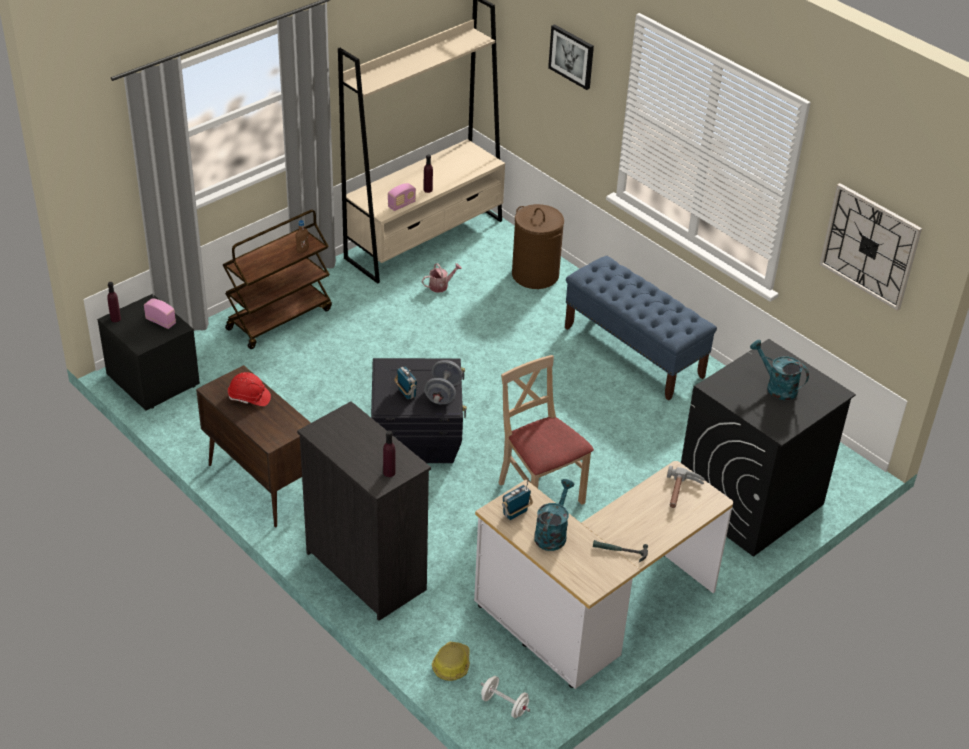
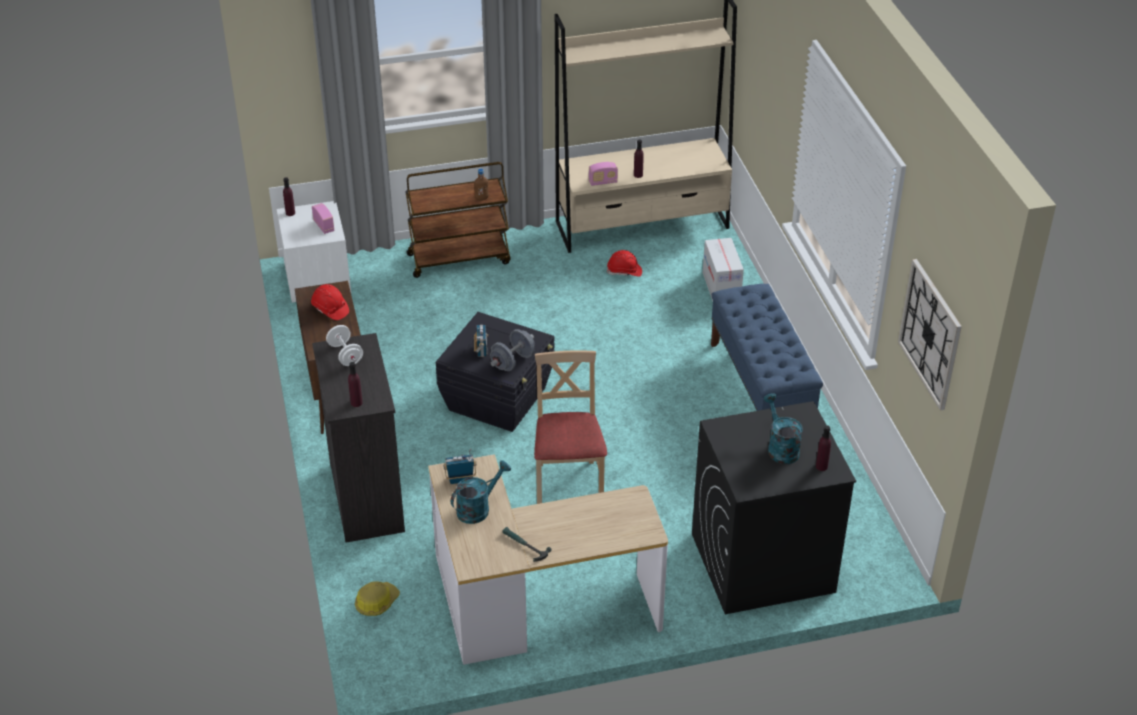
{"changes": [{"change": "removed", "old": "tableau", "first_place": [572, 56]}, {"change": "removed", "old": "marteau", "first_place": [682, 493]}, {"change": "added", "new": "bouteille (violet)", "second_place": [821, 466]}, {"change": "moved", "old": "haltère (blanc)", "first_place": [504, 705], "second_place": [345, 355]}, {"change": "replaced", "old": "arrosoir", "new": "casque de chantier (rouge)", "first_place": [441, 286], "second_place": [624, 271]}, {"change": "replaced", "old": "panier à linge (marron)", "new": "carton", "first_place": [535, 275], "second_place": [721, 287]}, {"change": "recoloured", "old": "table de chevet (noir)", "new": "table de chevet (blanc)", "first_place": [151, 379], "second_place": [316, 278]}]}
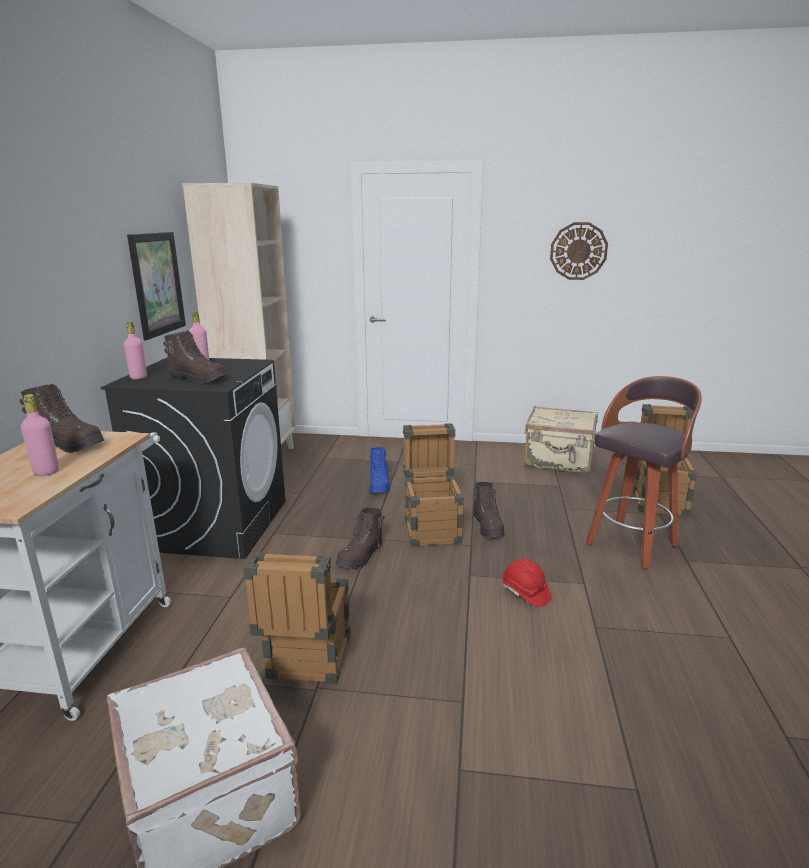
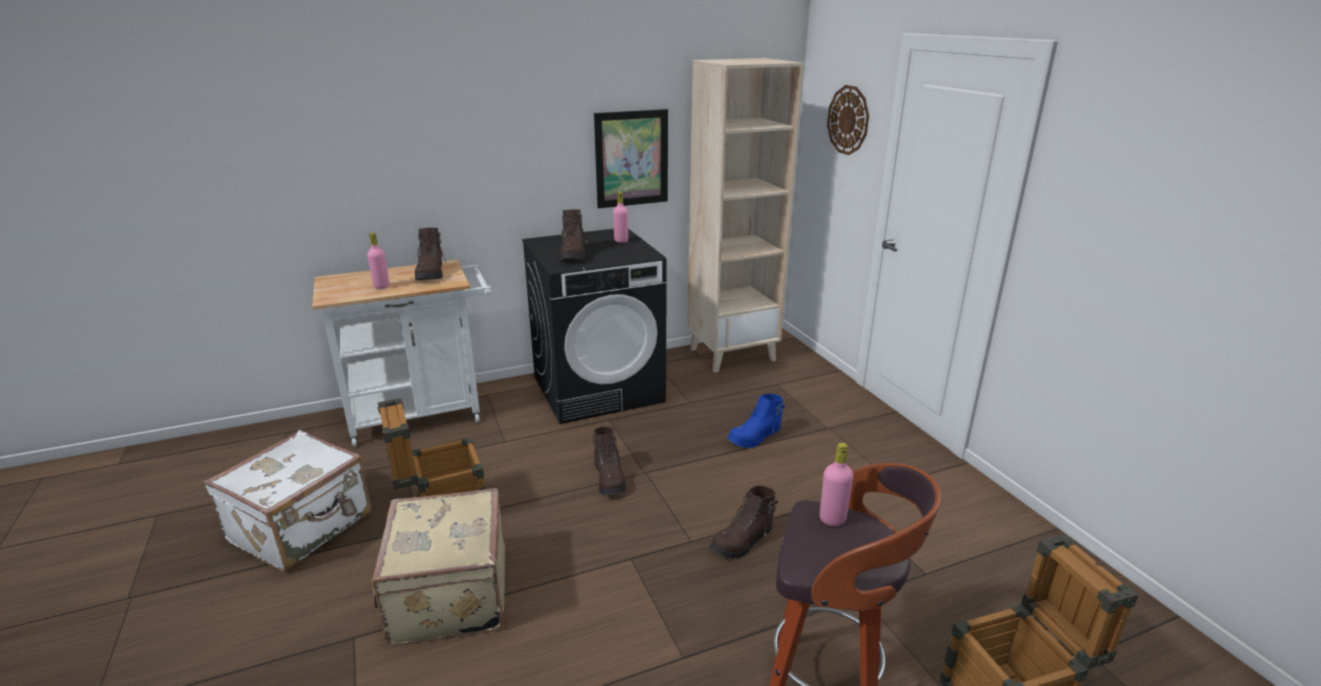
{"changes": [{"change": "removed", "old": "caisse", "first_place": [432, 528]}, {"change": "removed", "old": "casque de chantier (rouge)", "first_place": [525, 593]}, {"change": "moved", "old": "bouteille (rose)", "first_place": [138, 377], "second_place": [832, 519]}, {"change": "moved", "old": "valise (beige)", "first_place": [559, 461], "second_place": [447, 596]}, {"change": "moved", "old": "horloge murale", "first_place": [578, 251], "second_place": [848, 120]}, {"change": "turned", "old": "botte (marron)", "first_place": [361, 556], "second_place": [609, 479], "degrees": -105}]}
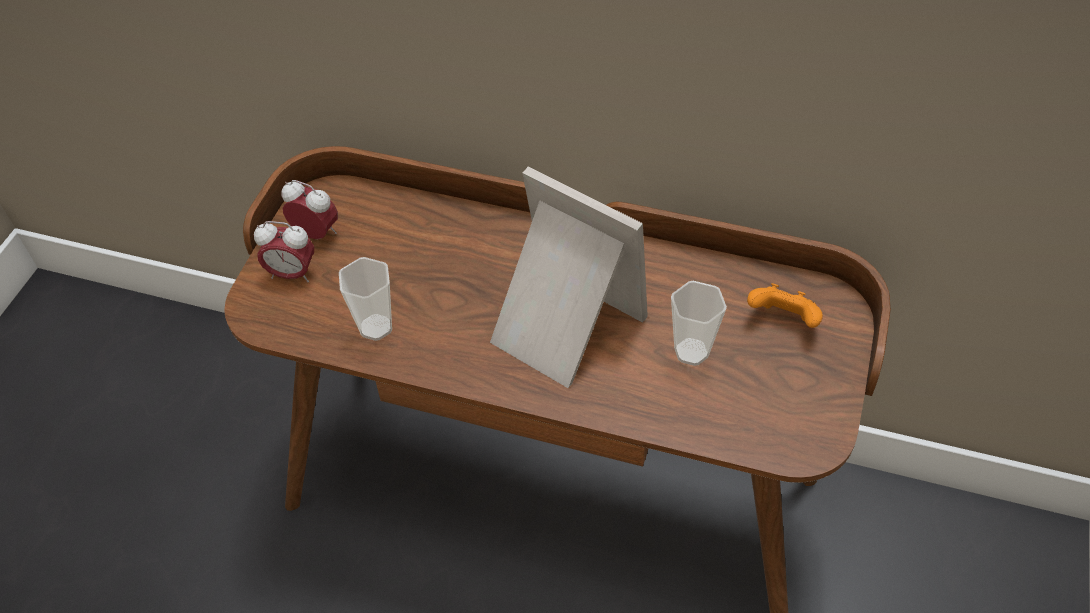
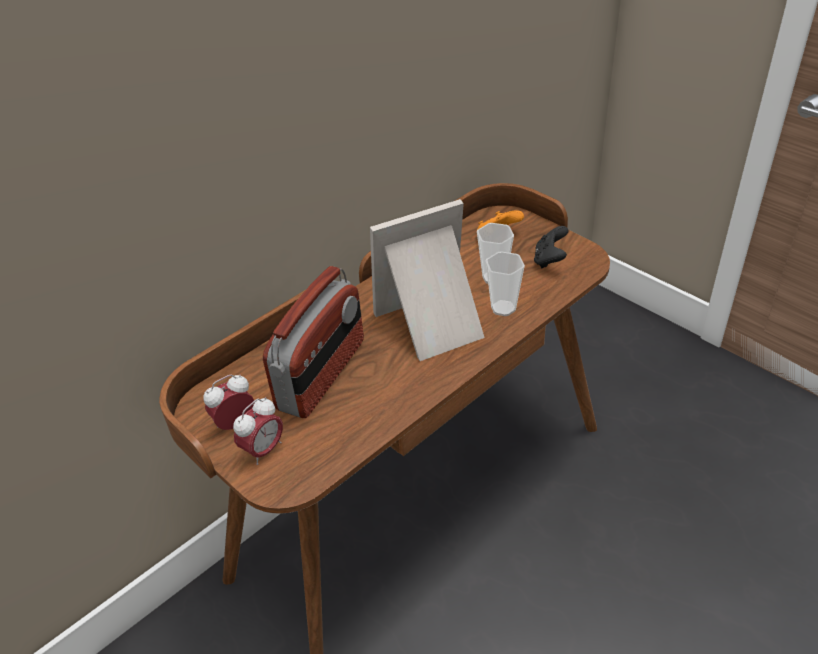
{"changes": [{"change": "added", "new": "radio", "second_place": [322, 375]}, {"change": "added", "new": "manette (noir)", "second_place": [550, 260]}, {"change": "moved", "old": "tasse", "first_place": [376, 327], "second_place": [503, 308]}]}
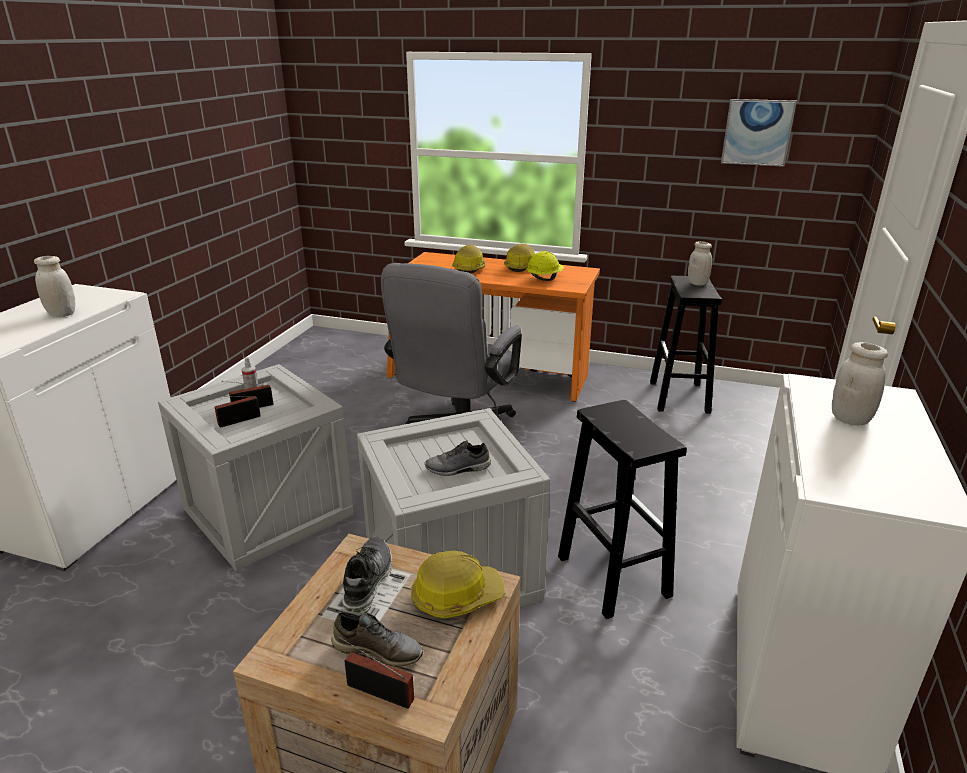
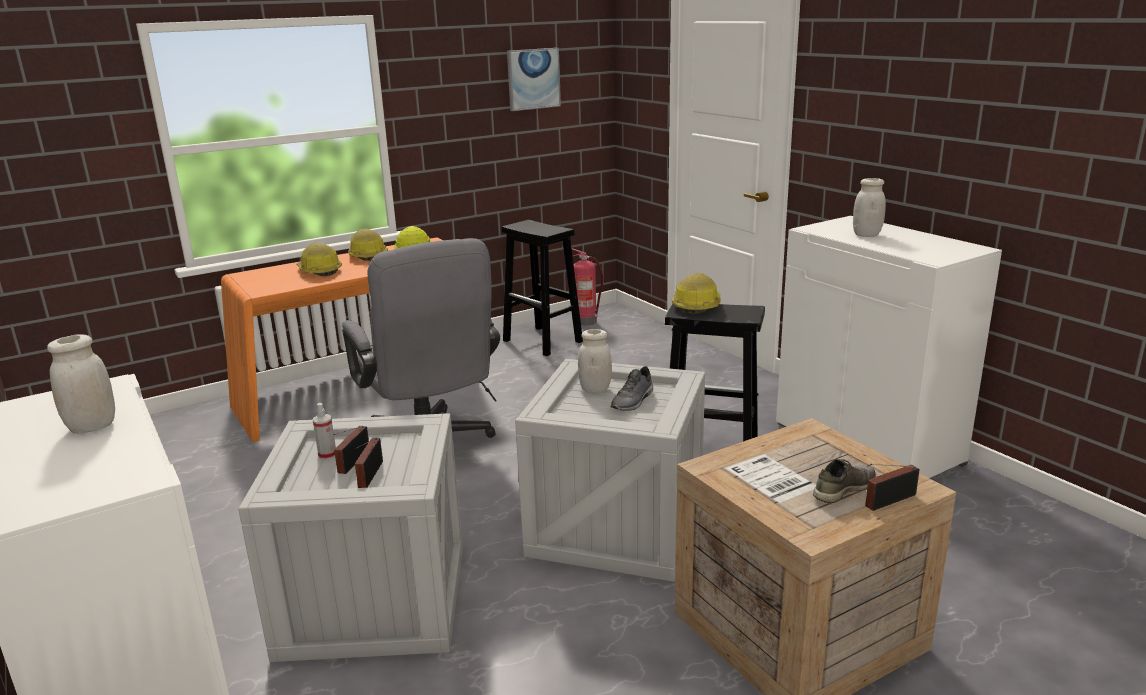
{"changes": [{"change": "removed", "old": "chaussure", "first_place": [367, 581]}, {"change": "added", "new": "extincteur", "second_place": [586, 321]}, {"change": "moved", "old": "casque de chantier", "first_place": [456, 596], "second_place": [697, 305]}, {"change": "moved", "old": "bocal (blanc)", "first_place": [697, 283], "second_place": [595, 389]}]}
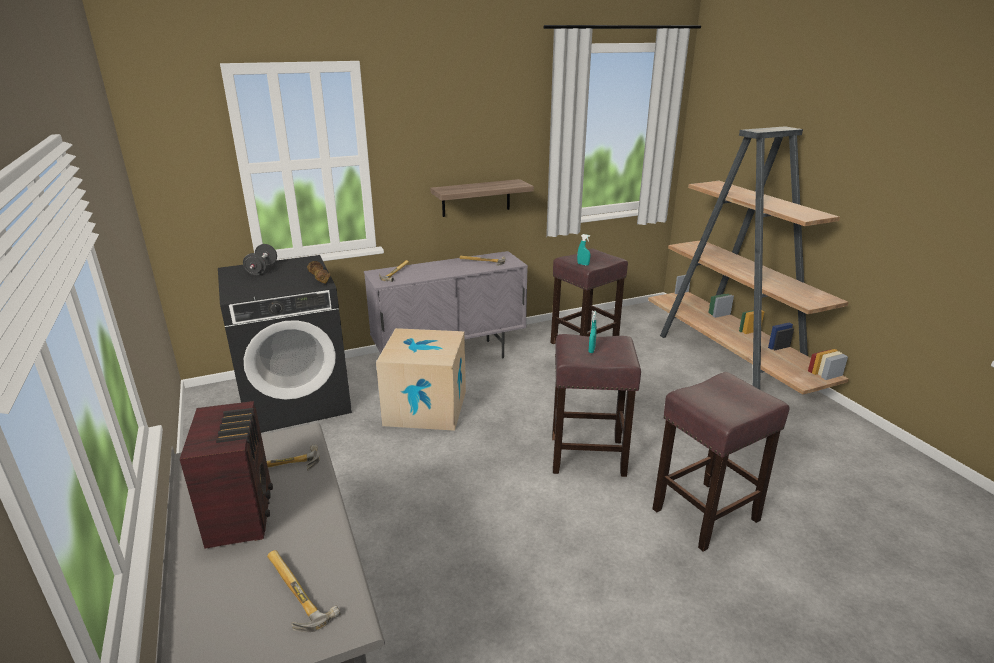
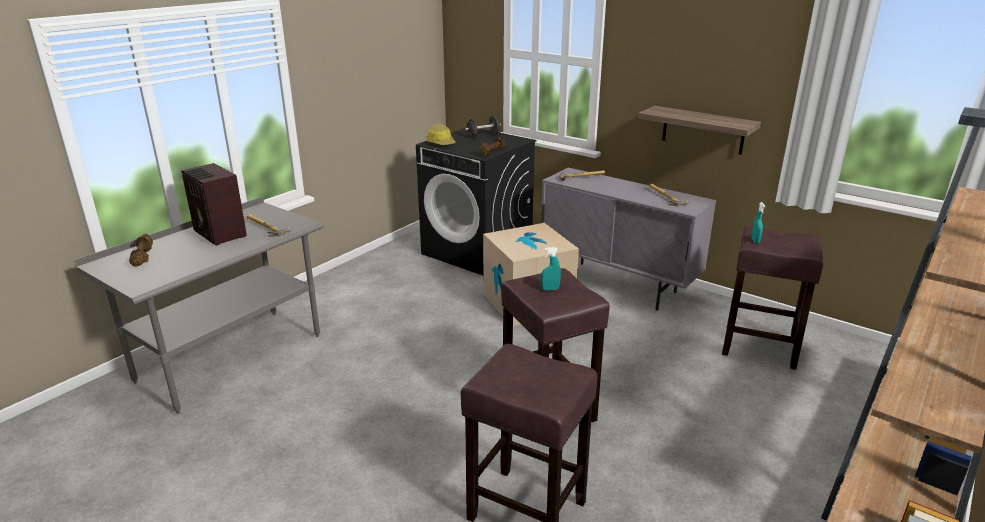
{"changes": [{"change": "removed", "old": "marteau", "first_place": [292, 596]}, {"change": "added", "new": "haltère (marron)", "second_place": [143, 257]}, {"change": "added", "new": "casque de chantier", "second_place": [441, 143]}, {"change": "turned", "old": "radio", "first_place": [242, 513], "second_place": [219, 234], "degrees": 90}]}
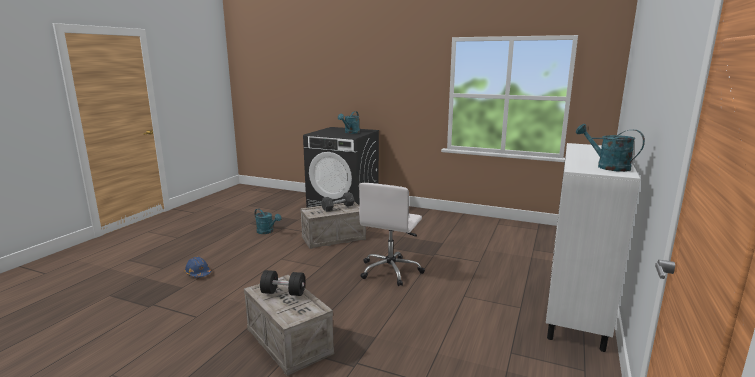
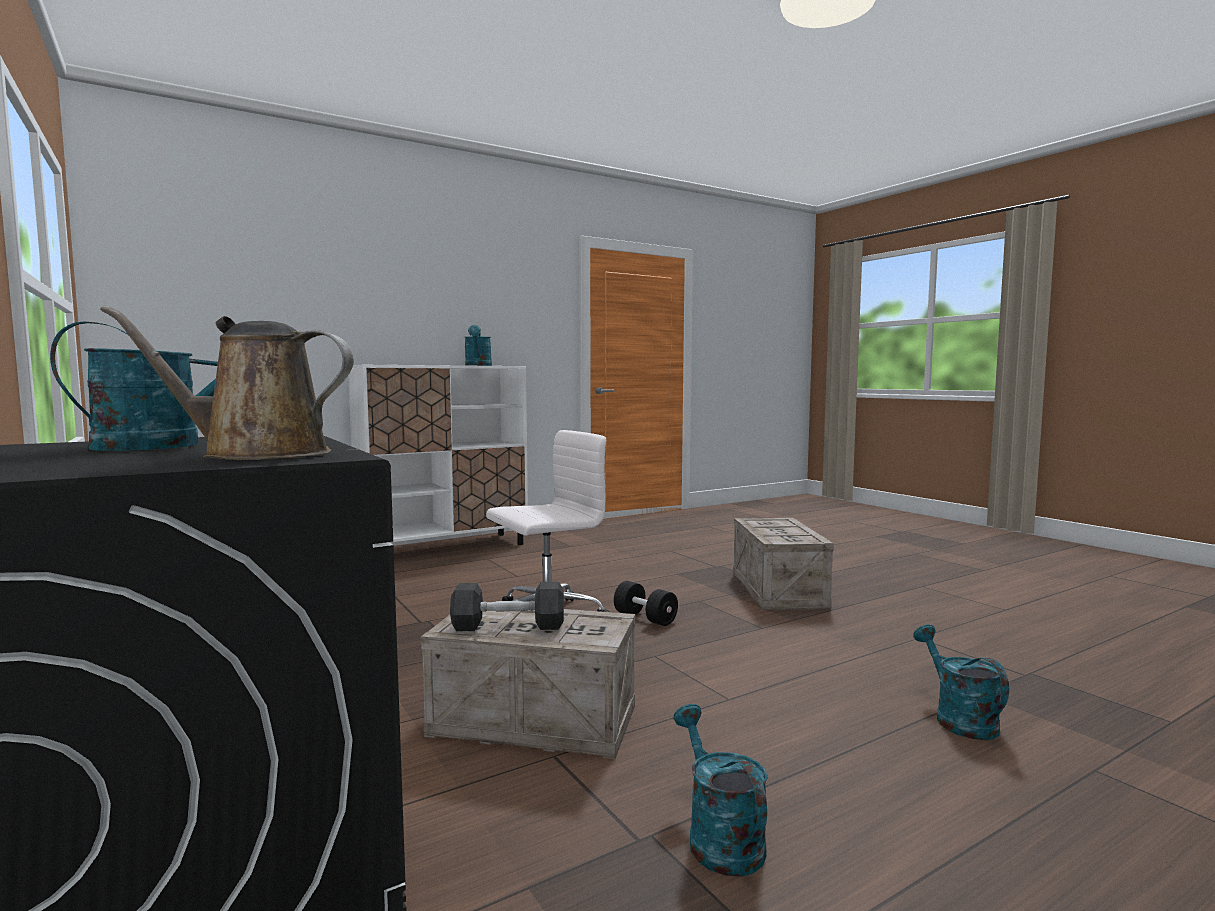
{"changes": [{"change": "added", "new": "arrosoir (marron)", "second_place": [255, 455]}, {"change": "moved", "old": "haltère (noir)", "first_place": [283, 293], "second_place": [645, 618]}, {"change": "replaced", "old": "casque de chantier (bleu)", "new": "arrosoir (turquoise)", "first_place": [198, 273], "second_place": [958, 718]}]}
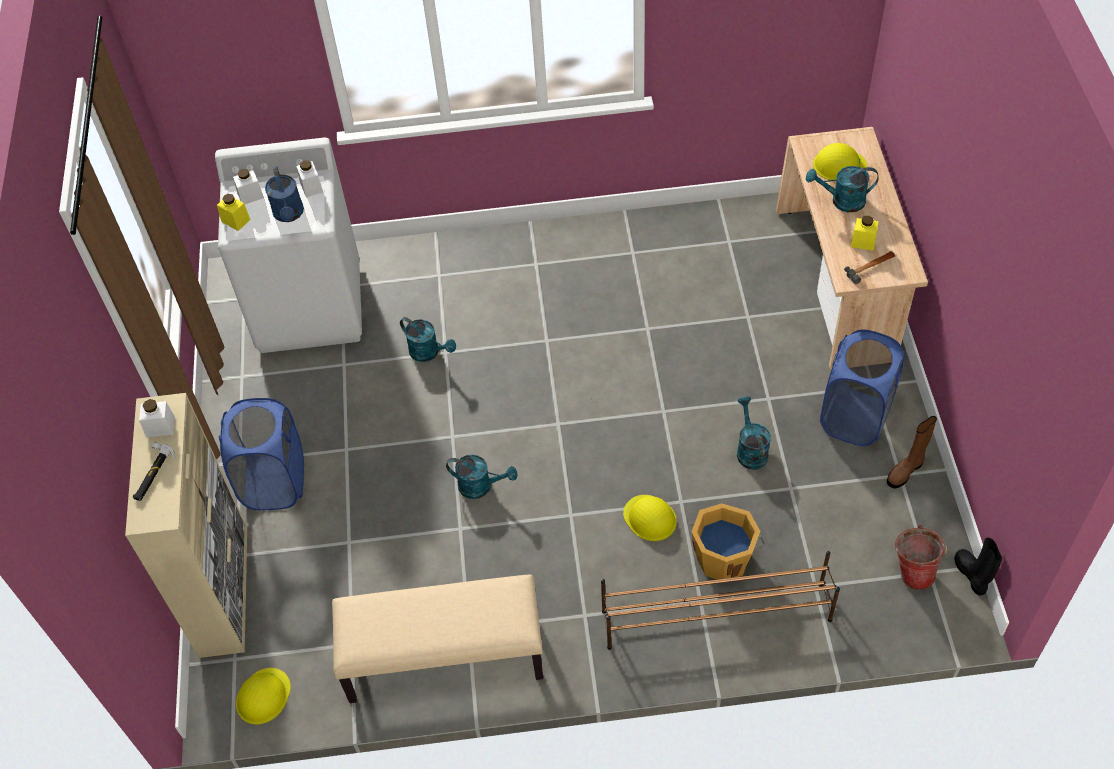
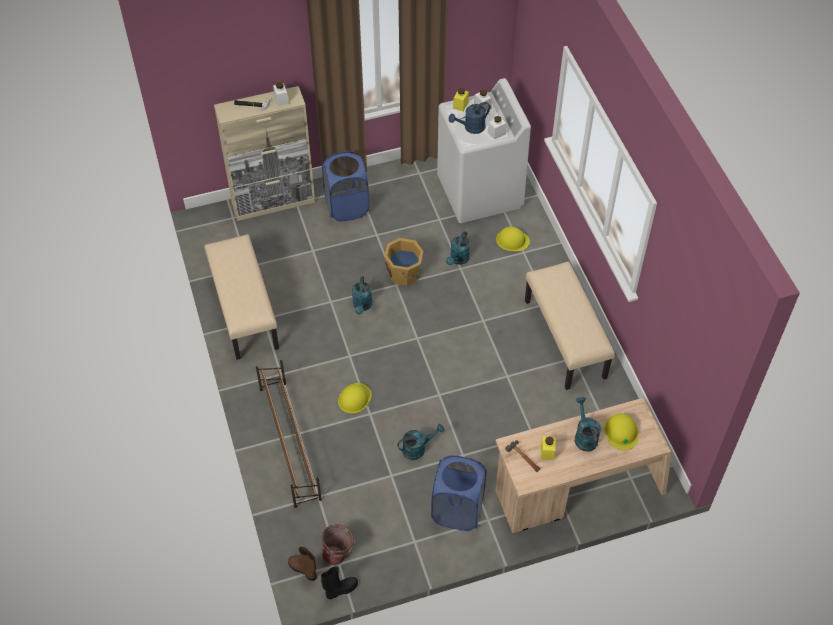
{"changes": [{"change": "added", "new": "banc (beige)", "second_place": [565, 339]}, {"change": "moved", "old": "casque de chantier (jaune)", "first_place": [263, 696], "second_place": [512, 240]}, {"change": "moved", "old": "seau (orange)", "first_place": [723, 557], "second_place": [404, 273]}, {"change": "moved", "old": "botte (marron)", "first_place": [906, 471], "second_place": [303, 570]}]}
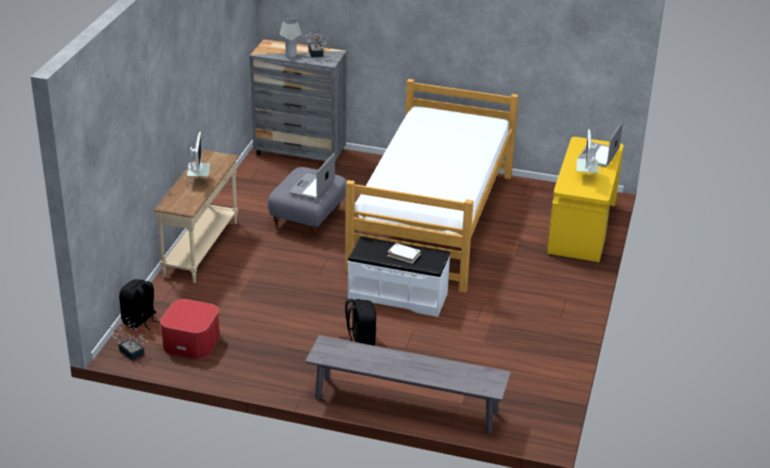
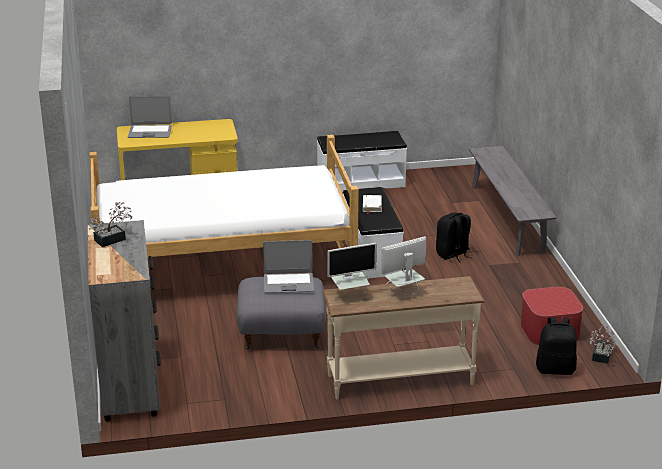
{"changes": [{"change": "removed", "old": "lampe de table (blanc)", "first_place": [291, 55]}, {"change": "added", "new": "banc (blanc)", "second_place": [360, 182]}, {"change": "moved", "old": "écran d'ordinateur", "first_place": [586, 178], "second_place": [350, 295]}]}
